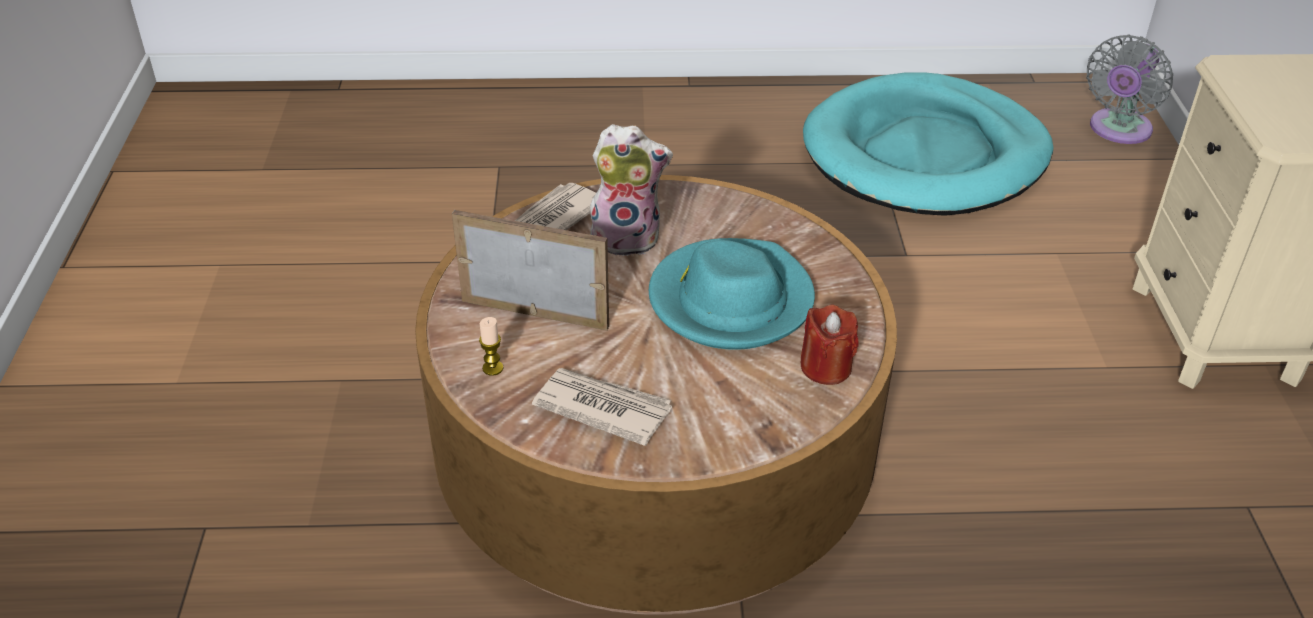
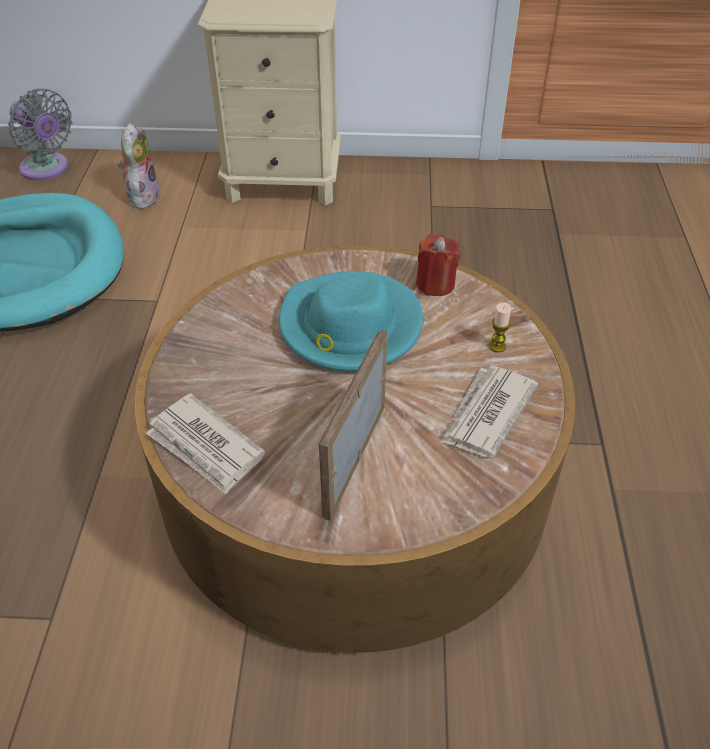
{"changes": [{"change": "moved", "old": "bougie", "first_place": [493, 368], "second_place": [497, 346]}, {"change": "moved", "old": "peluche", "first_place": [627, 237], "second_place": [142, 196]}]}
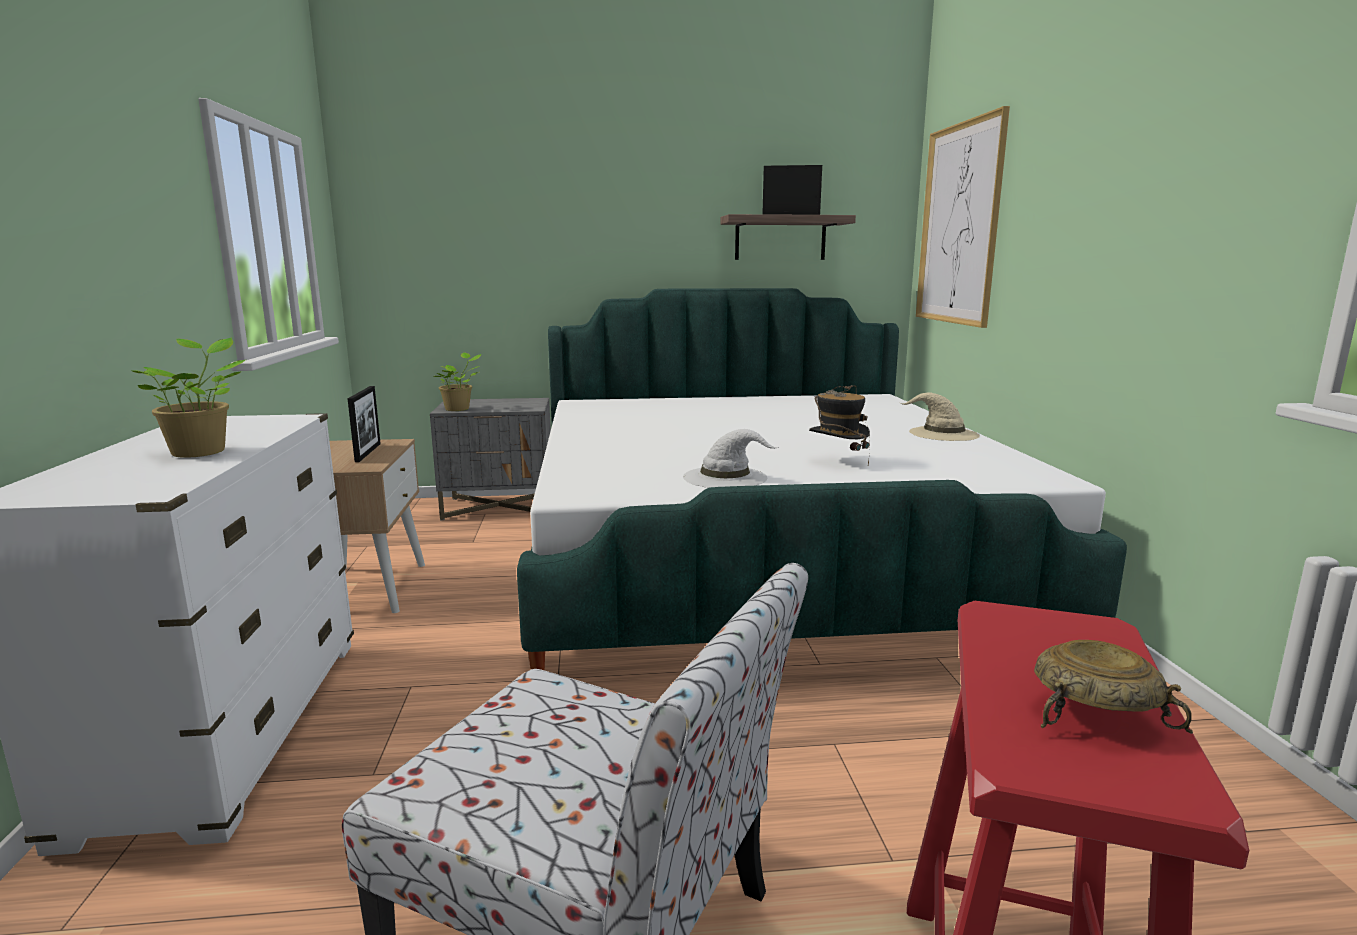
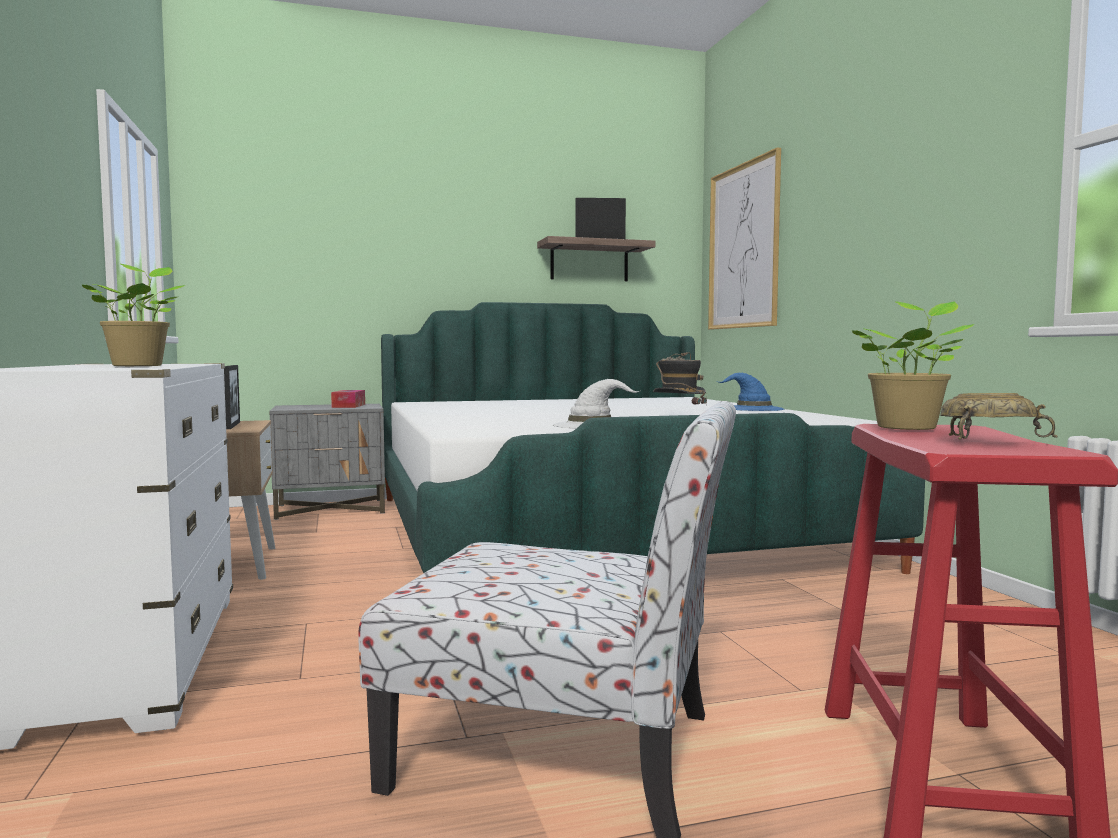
{"changes": [{"change": "added", "new": "boîte à mouchoirs", "second_place": [348, 406]}, {"change": "moved", "old": "plante en pot", "first_place": [459, 409], "second_place": [909, 427]}, {"change": "recoloured", "old": "chapeau (beige)", "new": "chapeau (bleu)", "first_place": [942, 433], "second_place": [753, 408]}]}
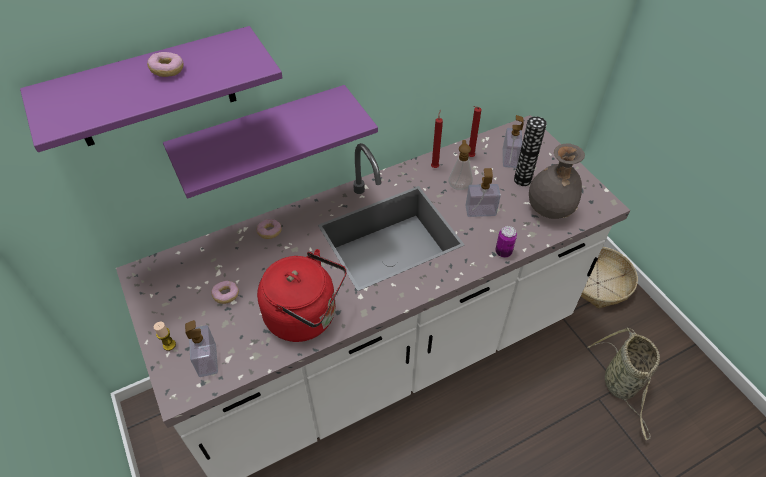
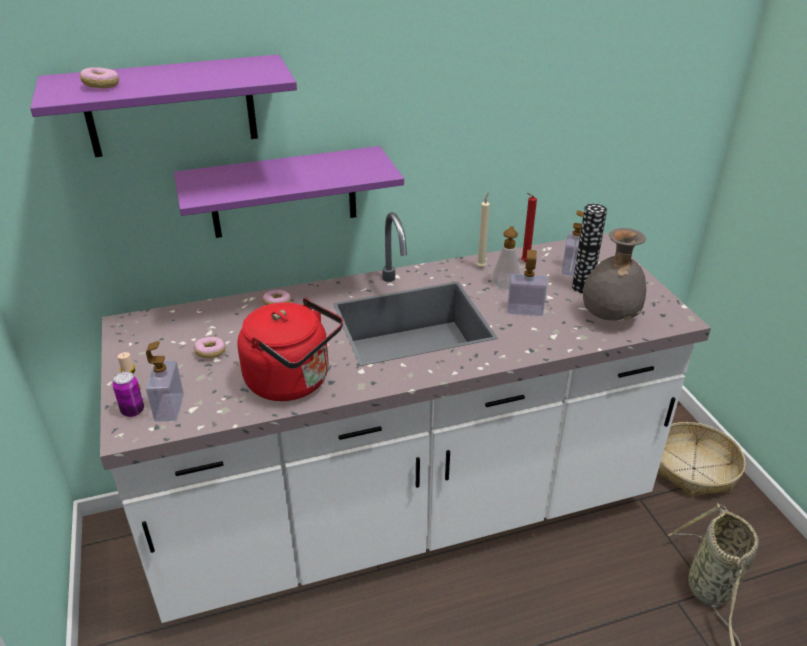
{"changes": [{"change": "moved", "old": "beignet", "first_place": [167, 71], "second_place": [101, 86]}, {"change": "moved", "old": "boîte métallique", "first_place": [503, 252], "second_place": [133, 411]}, {"change": "recoloured", "old": "bougie (rouge)", "new": "bougie (beige)", "first_place": [435, 166], "second_place": [481, 266]}]}
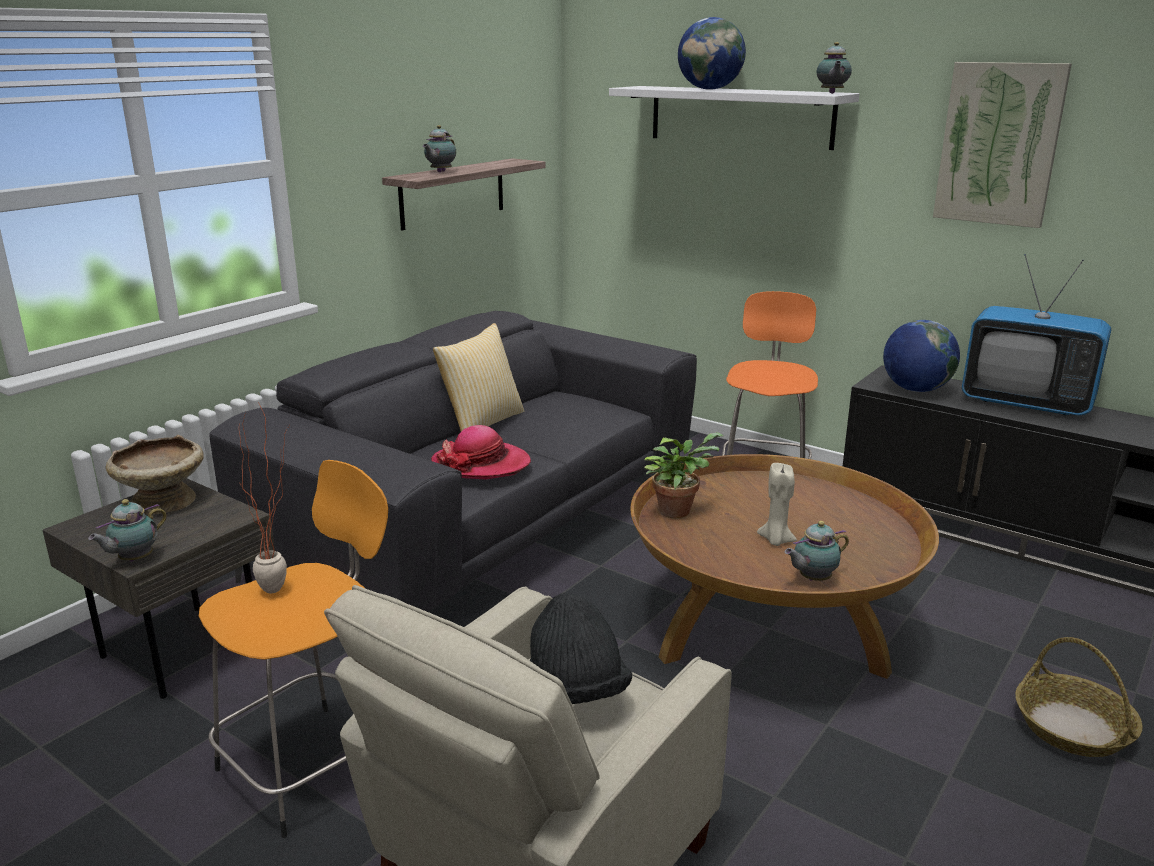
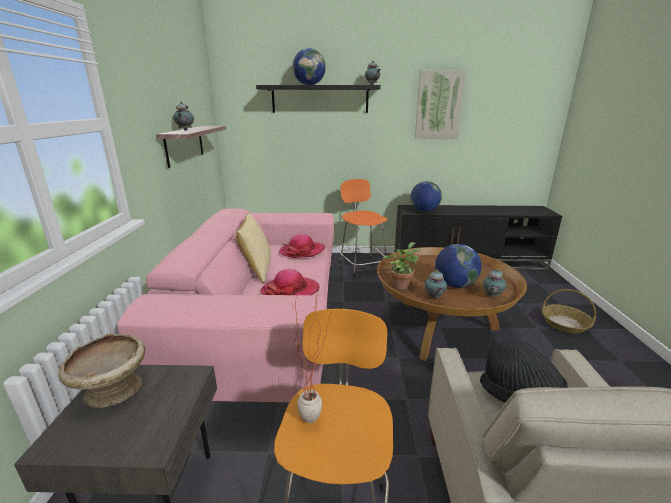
{"changes": [{"change": "removed", "old": "téléviseur", "first_place": [1026, 403]}, {"change": "added", "new": "chapeau", "second_place": [302, 251]}, {"change": "moved", "old": "théière", "first_place": [134, 560], "second_place": [434, 298]}, {"change": "replaced", "old": "bougie (beige)", "new": "globe", "first_place": [776, 540], "second_place": [455, 285]}, {"change": "recoloured", "old": "canapé (gris)", "new": "canapé (rose)", "first_place": [484, 525], "second_place": [265, 326]}, {"change": "recoloured", "old": "étagère (blanc)", "new": "étagère (noir)", "first_place": [740, 116], "second_place": [320, 99]}]}
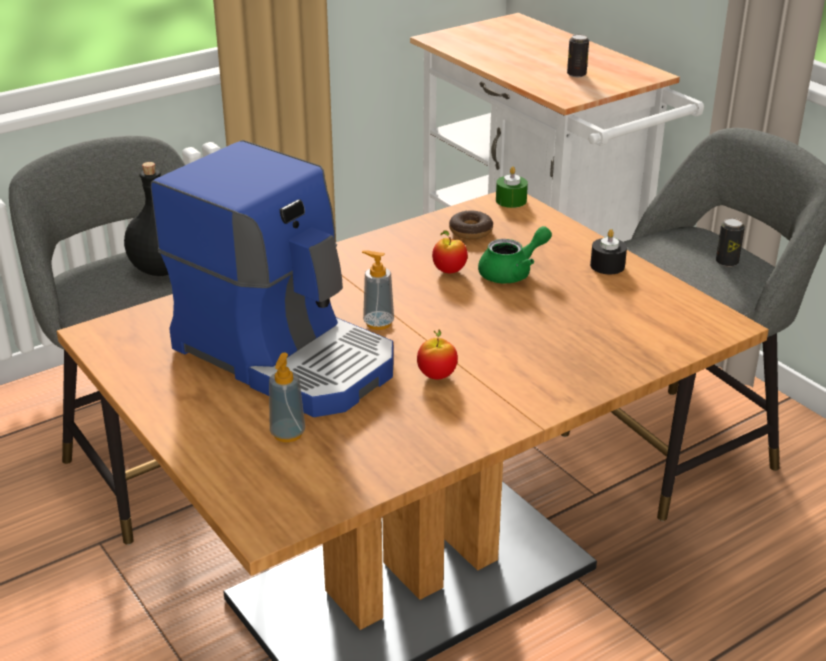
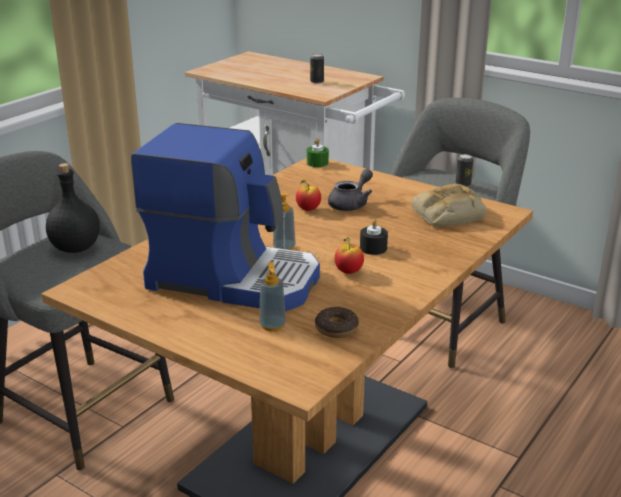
{"changes": [{"change": "added", "new": "pain", "second_place": [447, 214]}, {"change": "moved", "old": "beignet", "first_place": [470, 231], "second_place": [336, 328]}, {"change": "moved", "old": "bougie (noir)", "first_place": [607, 266], "second_place": [373, 248]}, {"change": "recoloured", "old": "théière (vert)", "new": "théière (gris)", "first_place": [512, 273], "second_place": [351, 204]}]}
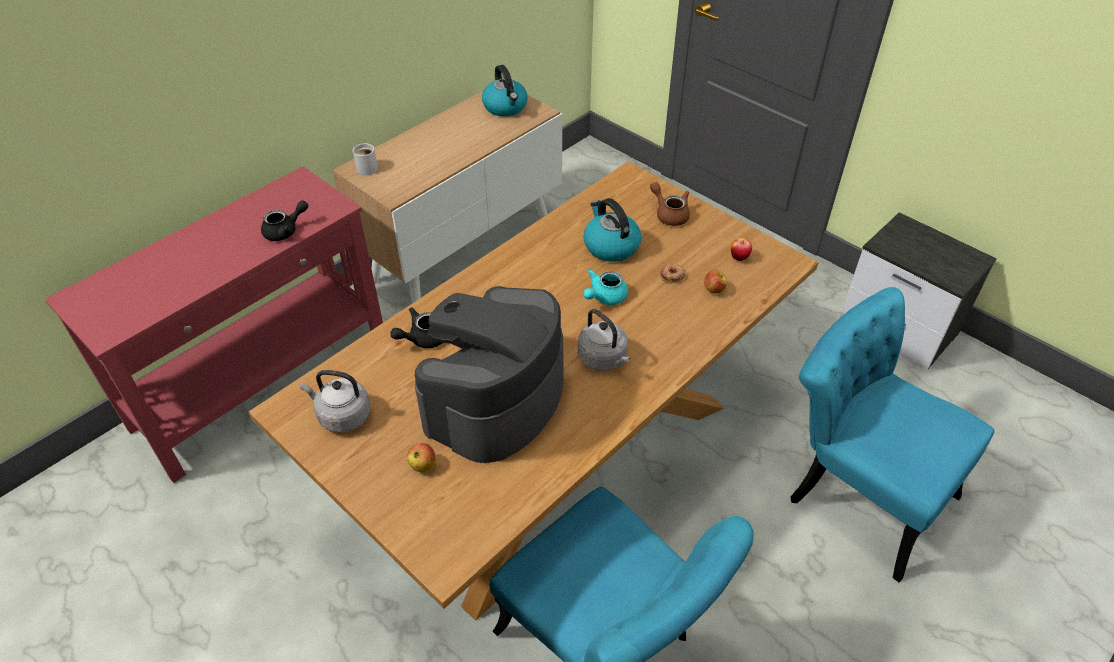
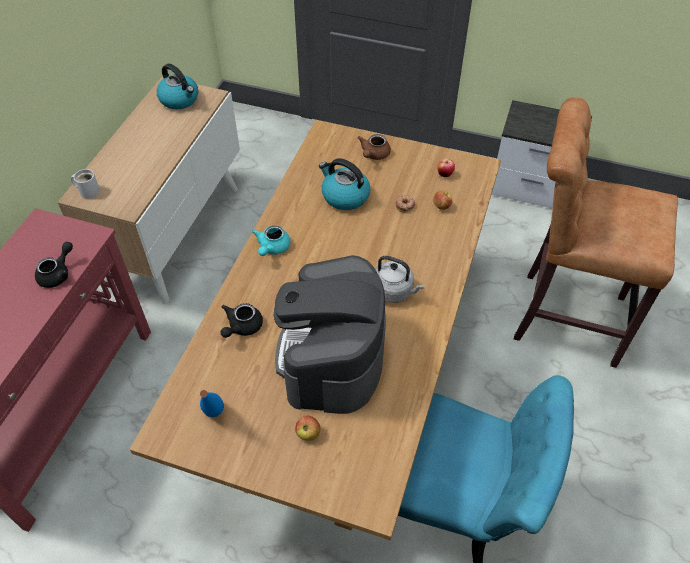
{"changes": [{"change": "moved", "old": "théière (turquoise)", "first_place": [604, 297], "second_place": [272, 248]}, {"change": "replaced", "old": "bouilloire (gris)", "new": "bouteille (bleu)", "first_place": [342, 415], "second_place": [215, 419]}, {"change": "replaced", "old": "chaise (turquoise)", "new": "tabouret (marron)", "first_place": [857, 489], "second_place": [562, 316]}, {"change": "turned", "old": "théière (marron)", "first_place": [669, 214], "second_place": [373, 155], "degrees": -90}]}
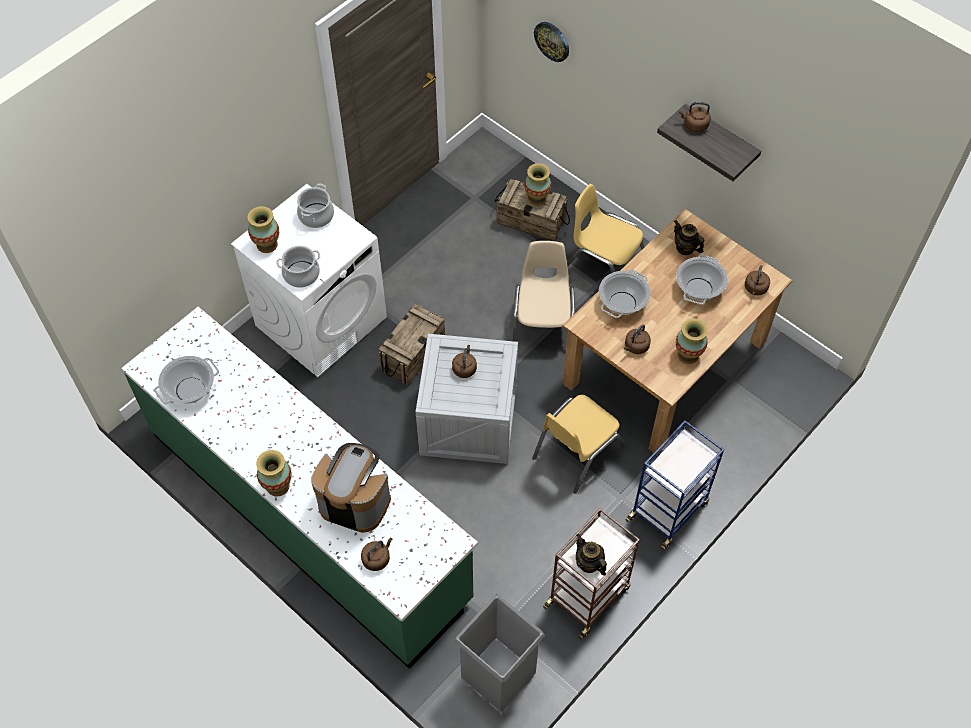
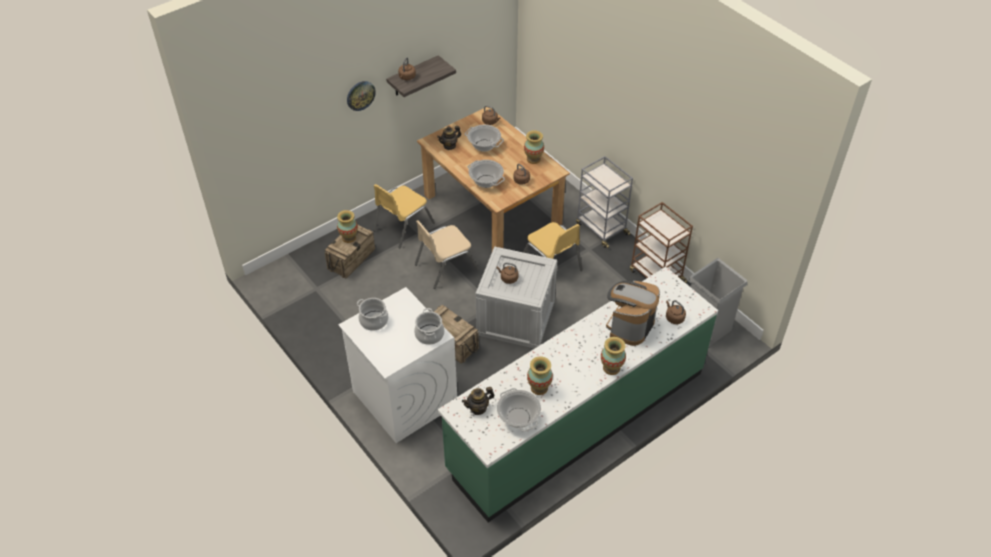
{"changes": [{"change": "moved", "old": "vase", "first_place": [267, 244], "second_place": [539, 387]}, {"change": "moved", "old": "horloge murale", "first_place": [552, 41], "second_place": [360, 95]}, {"change": "moved", "old": "théière", "first_place": [589, 563], "second_place": [478, 408]}, {"change": "recoloured", "old": "chariot (bleu)", "new": "chariot (gris)", "first_place": [668, 510], "second_place": [601, 229]}, {"change": "turned", "old": "chaise (beige)", "first_place": [543, 325], "second_place": [445, 266], "degrees": -45}]}
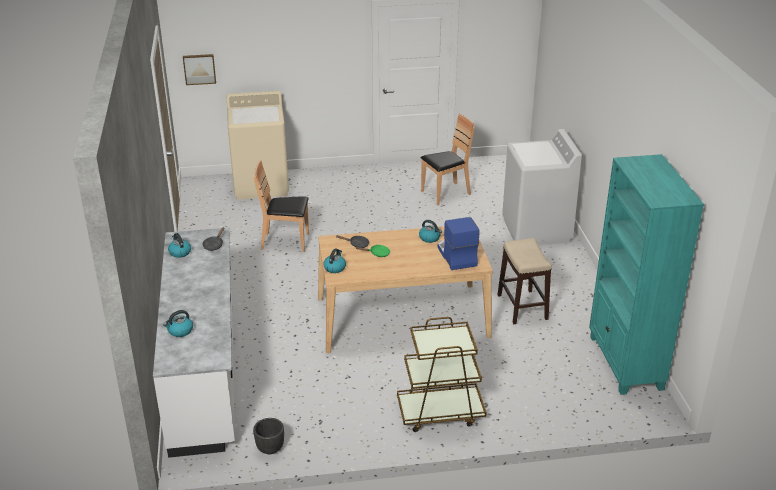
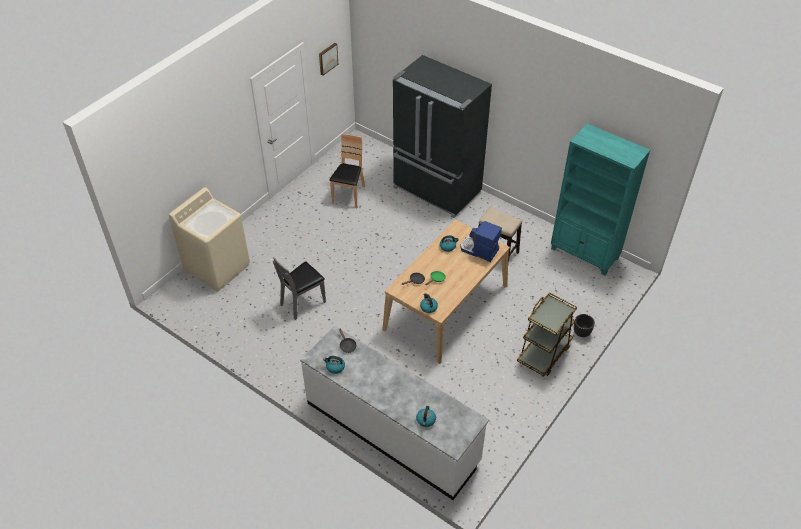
{"changes": [{"change": "moved", "old": "tableau", "first_place": [199, 69], "second_place": [327, 58]}, {"change": "moved", "old": "cache-pot (noir)", "first_place": [270, 448], "second_place": [582, 332]}, {"change": "replaced", "old": "lave-linge (blanc)", "new": "réfrigérateur (noir)", "first_place": [536, 230], "second_place": [436, 190]}, {"change": "recoloured", "old": "chaise (marron)", "new": "chaise (gris)", "first_place": [286, 242], "second_place": [303, 302]}]}
